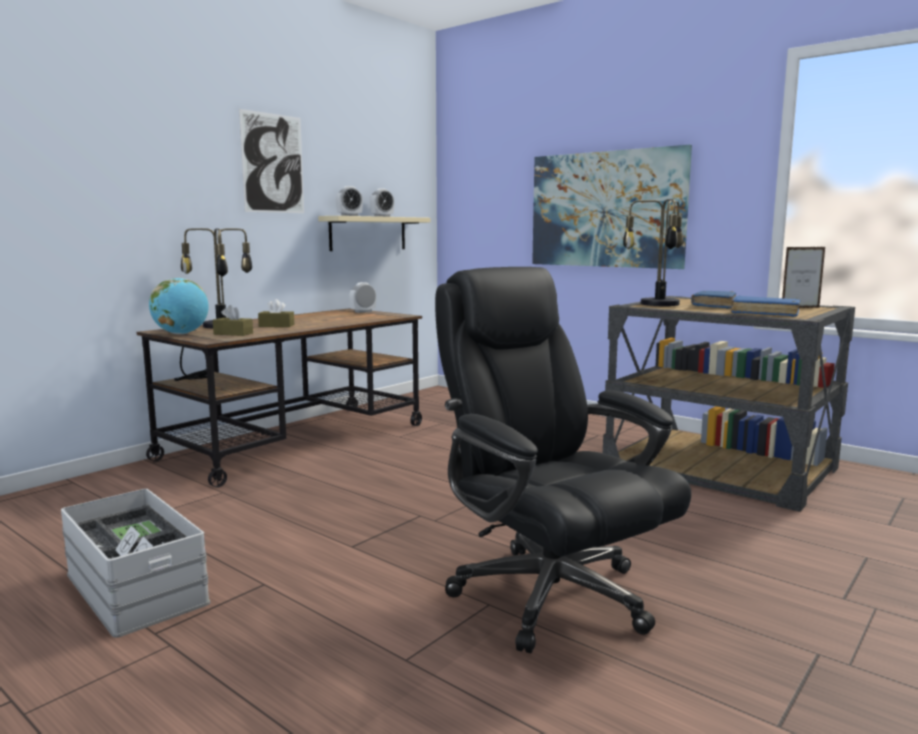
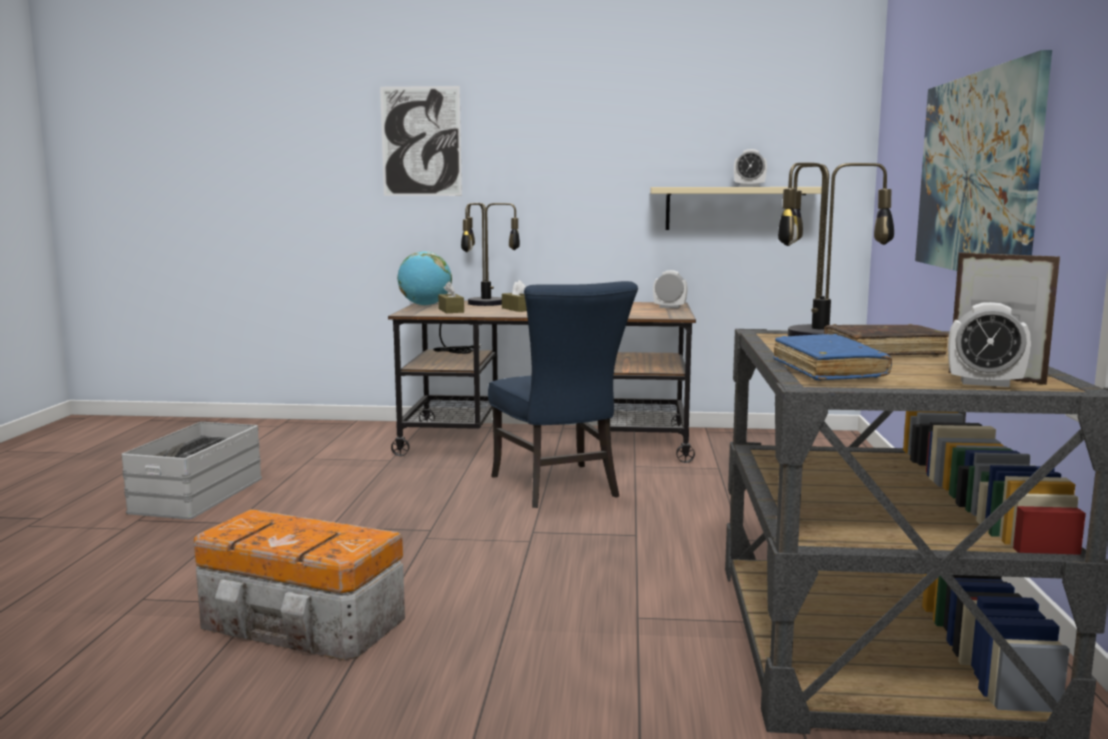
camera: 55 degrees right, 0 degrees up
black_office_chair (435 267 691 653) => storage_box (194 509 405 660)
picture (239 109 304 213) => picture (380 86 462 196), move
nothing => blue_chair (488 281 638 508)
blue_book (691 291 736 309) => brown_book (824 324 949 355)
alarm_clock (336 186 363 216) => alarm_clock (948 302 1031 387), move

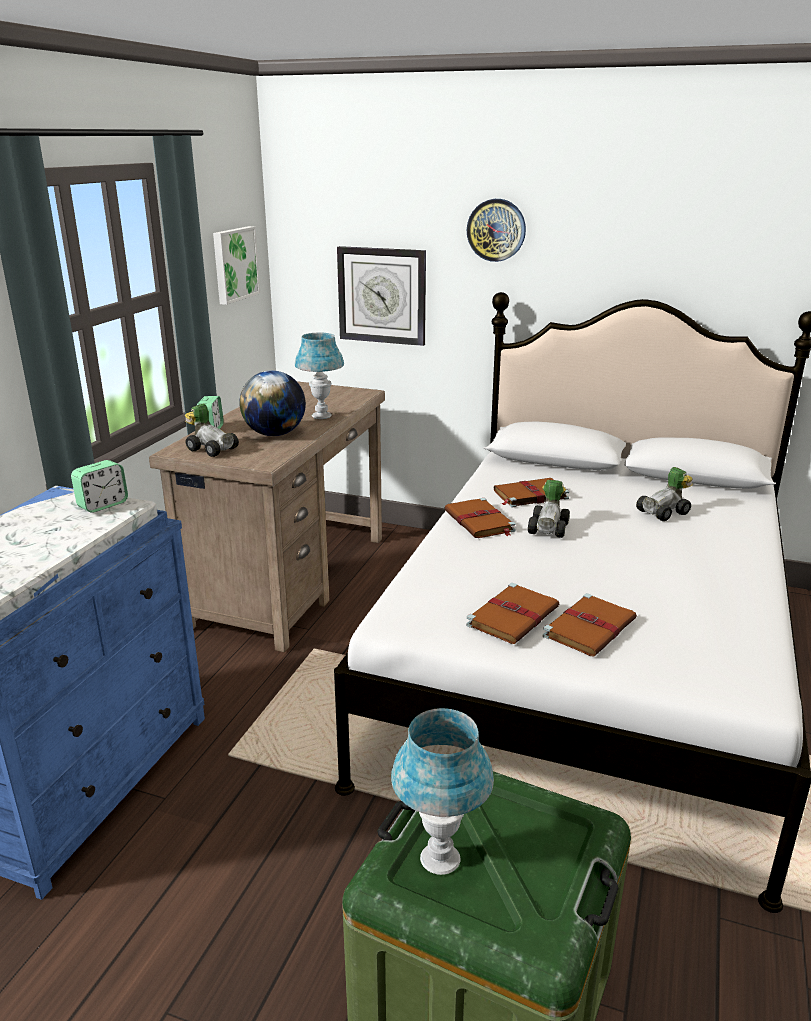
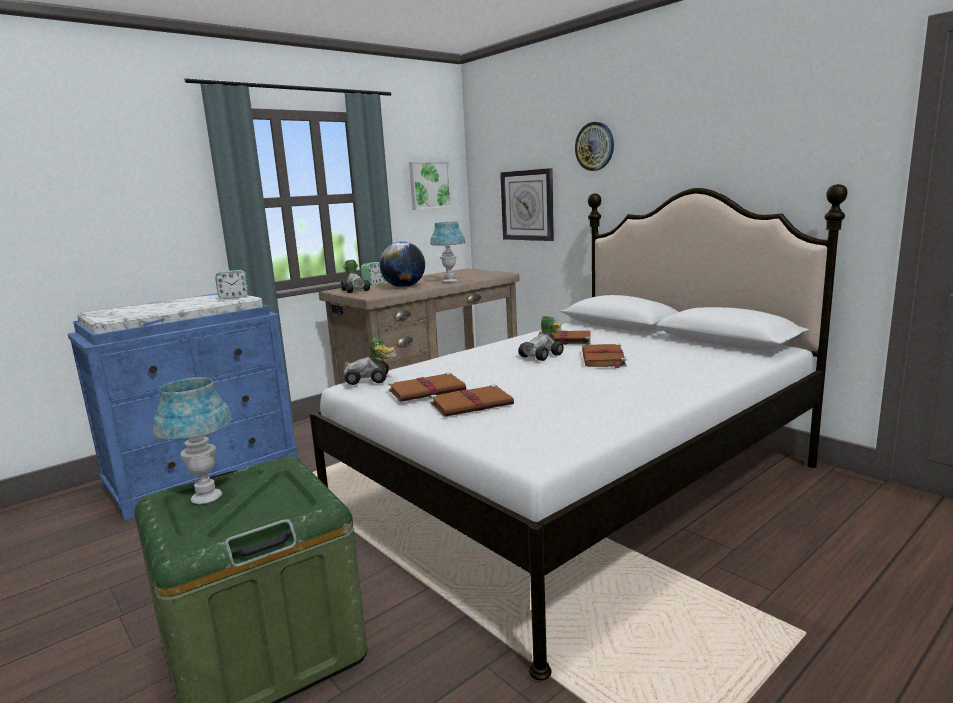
camera: 30 degrees right, 10 degrees down
toy_car (636 467 693 521) => toy_car (343 337 396 385), move
brown_book (444 498 516 538) => brown_book (582 344 627 368), move

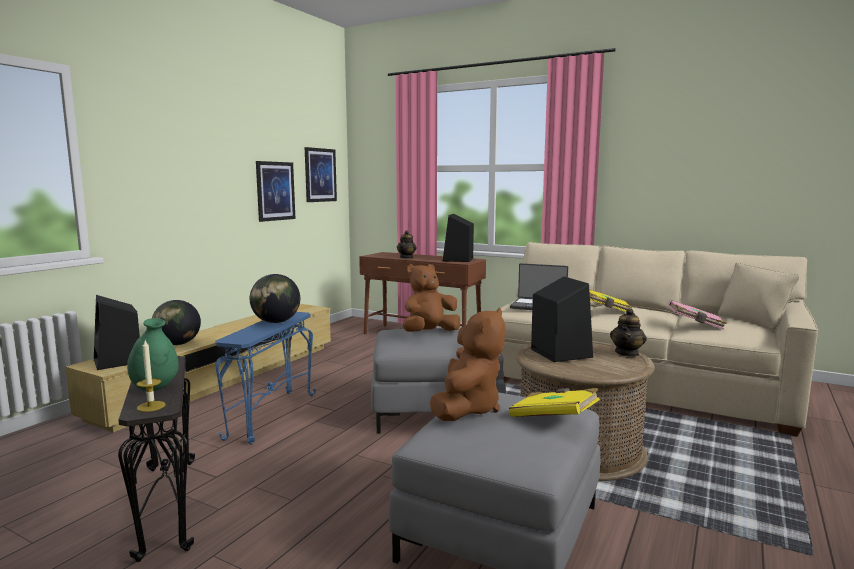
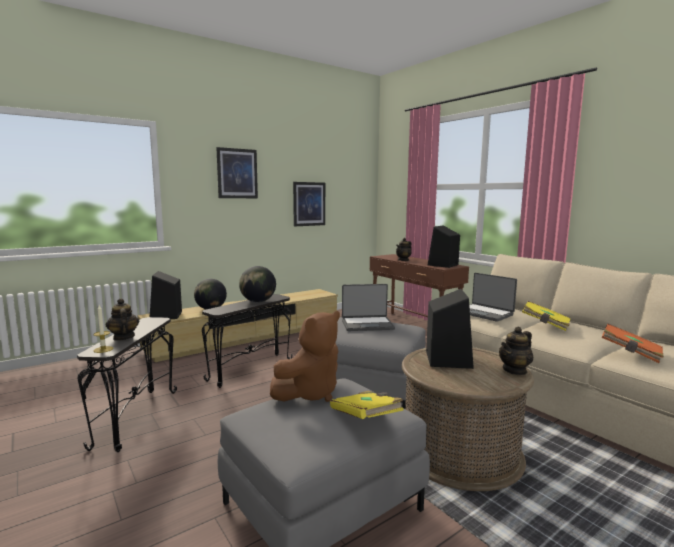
camera: 25 degrees right, 0 degrees up
green_vase (127 318 179 391) => teapot (105 298 139 341)
blue_side_table (215 312 316 445) => black_side_table (202 294 293 388)
picture (305 147 337 202) => picture (216 147 258 198), move
brown_plush_toy (403 264 460 332) => laptop (342 284 395 331)
pink_book (668 300 727 330) => orange_book (601 324 664 363)

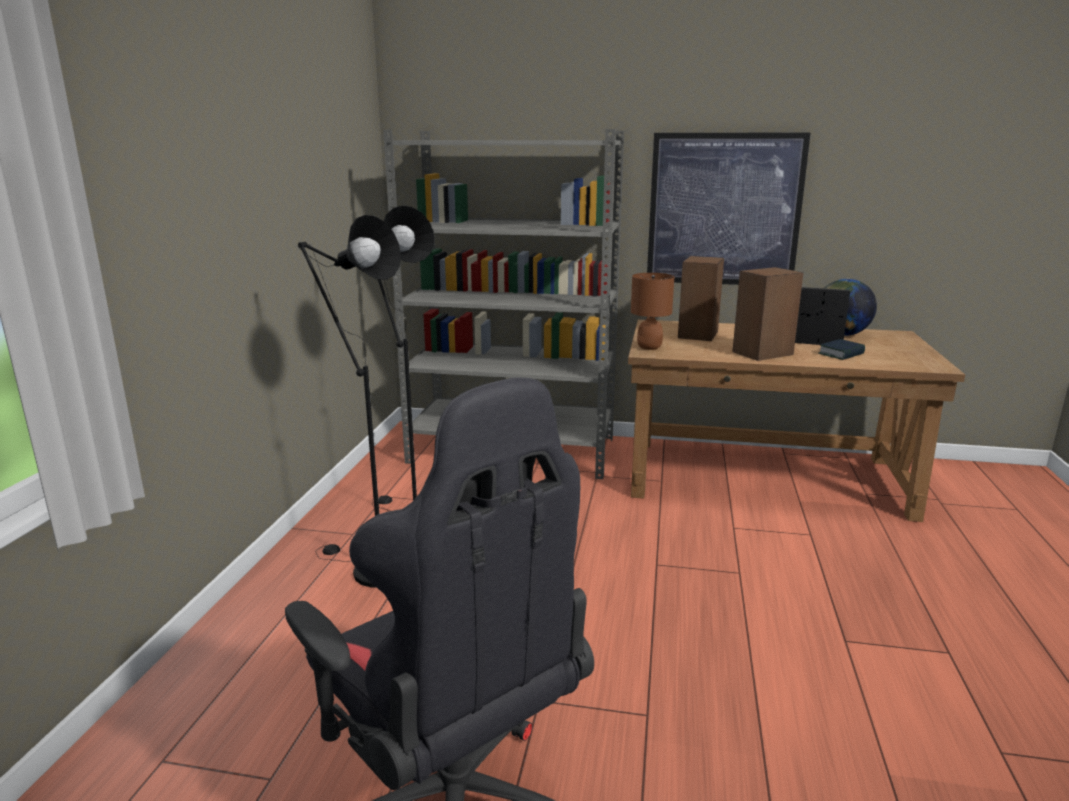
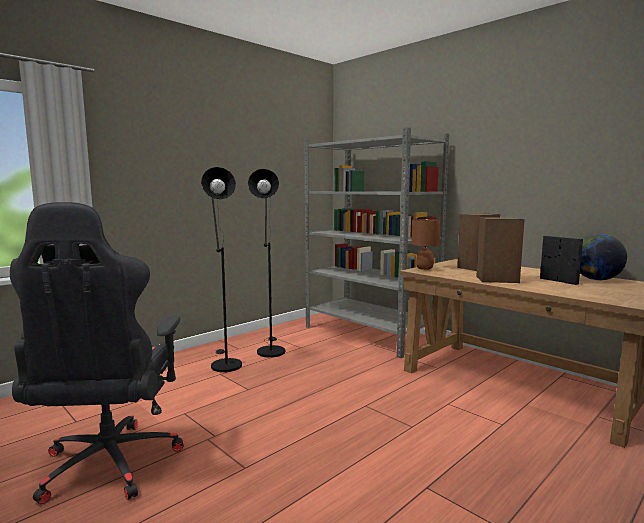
camera: 35 degrees right, 10 degrees down
picture (647 132 811 285) => nothing
book (818 339 865 360) => nothing

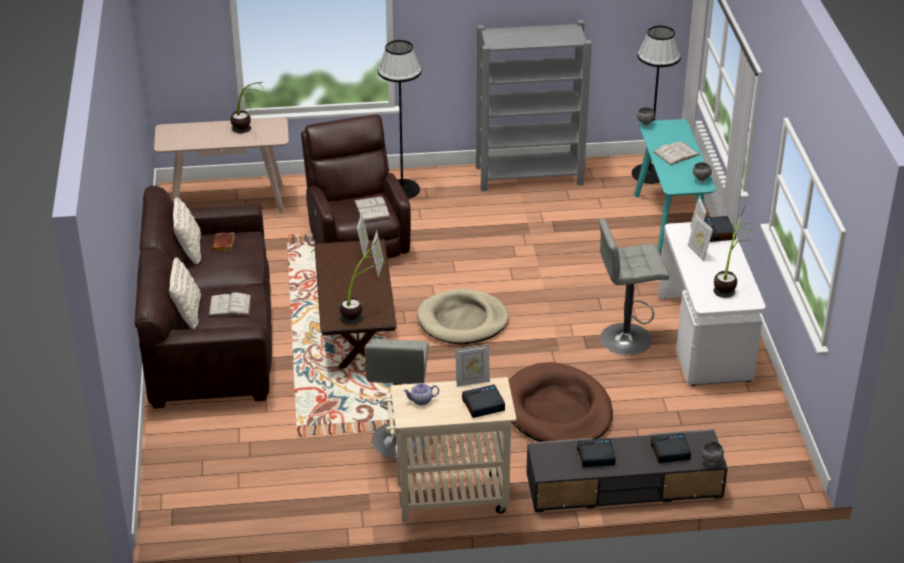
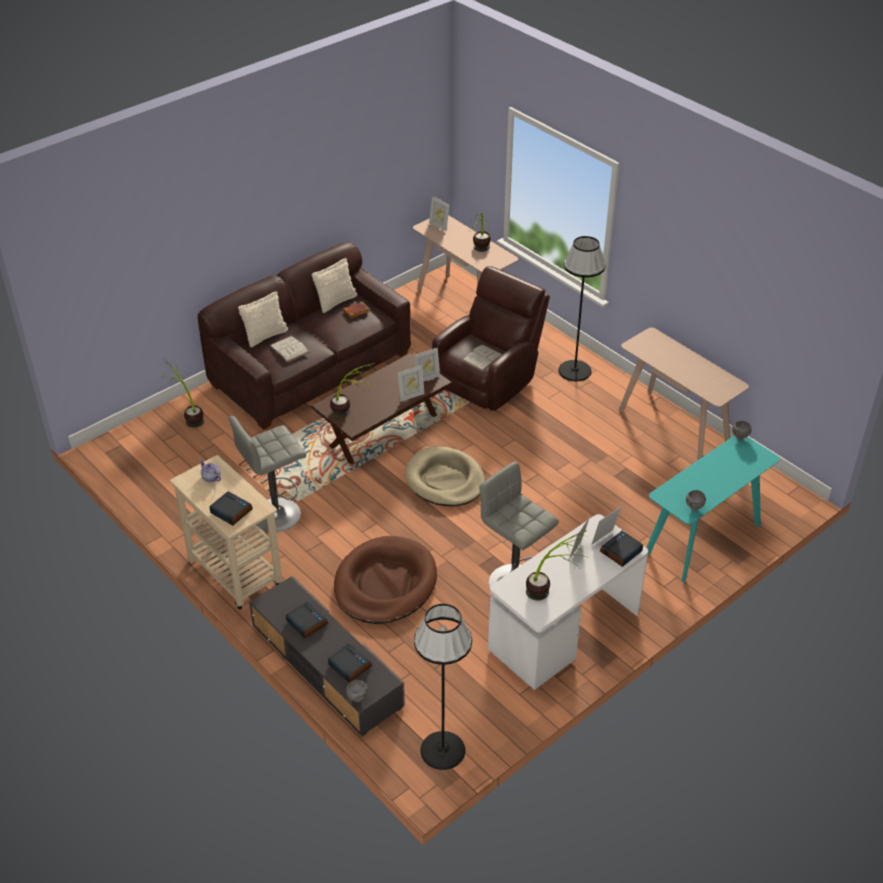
camera: 55 degrees right, 5 degrees up
nothing => potted_plant (161 358 204 428)
black_floor_lamp (632 26 681 184) => black_floor_lamp (414 604 472 770), move
picture_frame (455 344 490 387) => picture_frame (429 196 450 231), move
grey_bookcase (476 20 592 191) => beige_console_table (618 328 749 461)
white_book (653 141 699 165) => nothing

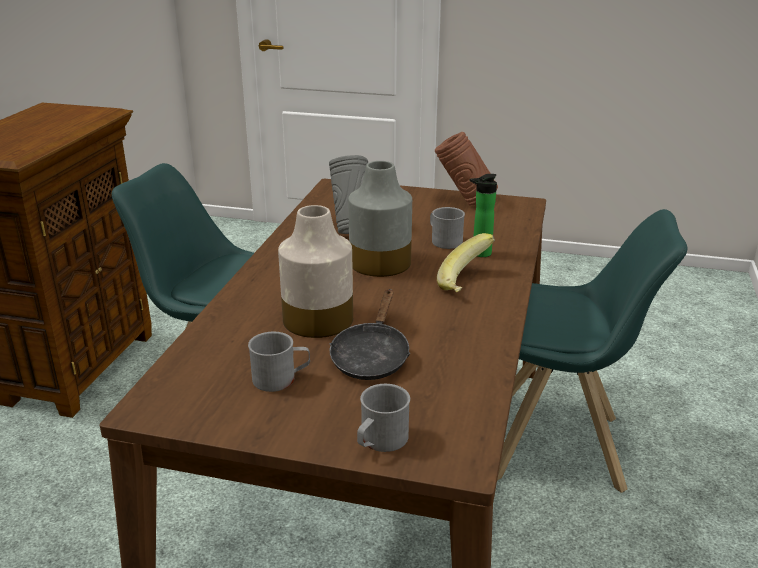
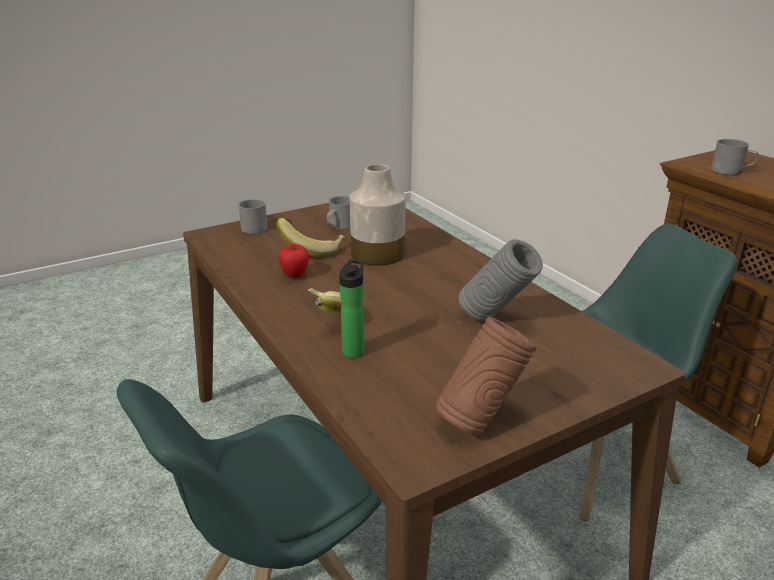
camera: 135 degrees right, 0 degrees up
black_frying_pan (329 289 410 380) => banana (276 218 345 257)
nothing => apple (278 244 309 278)
grey_mug (430 207 465 249) => grey_mug (711 139 758 175), move
grey_vase (348 161 412 277) => nothing

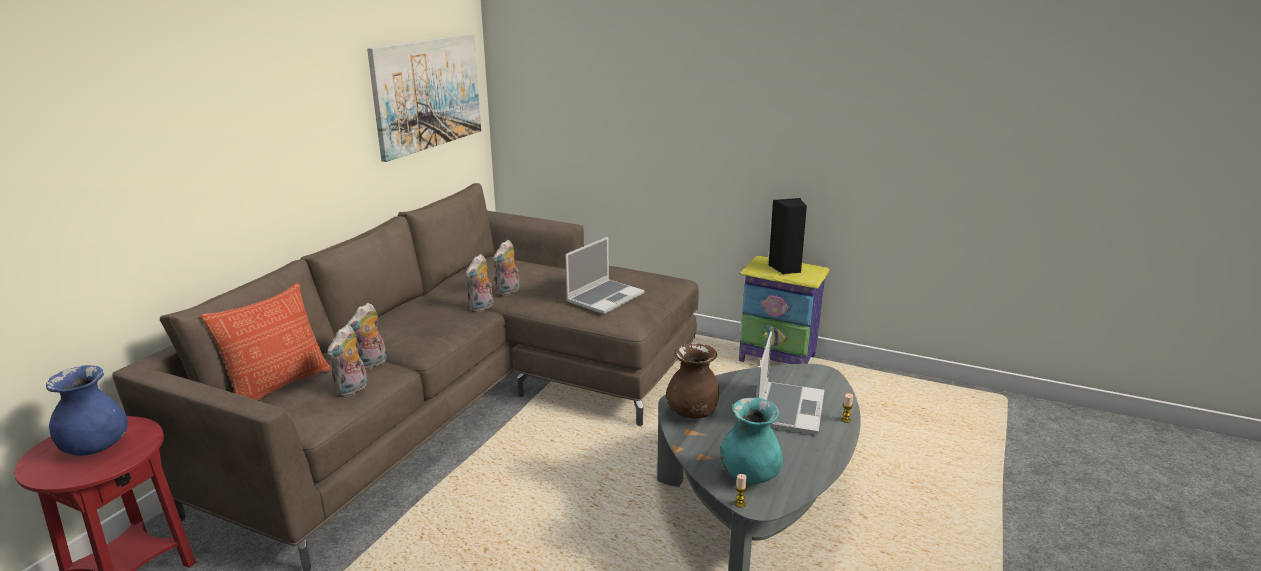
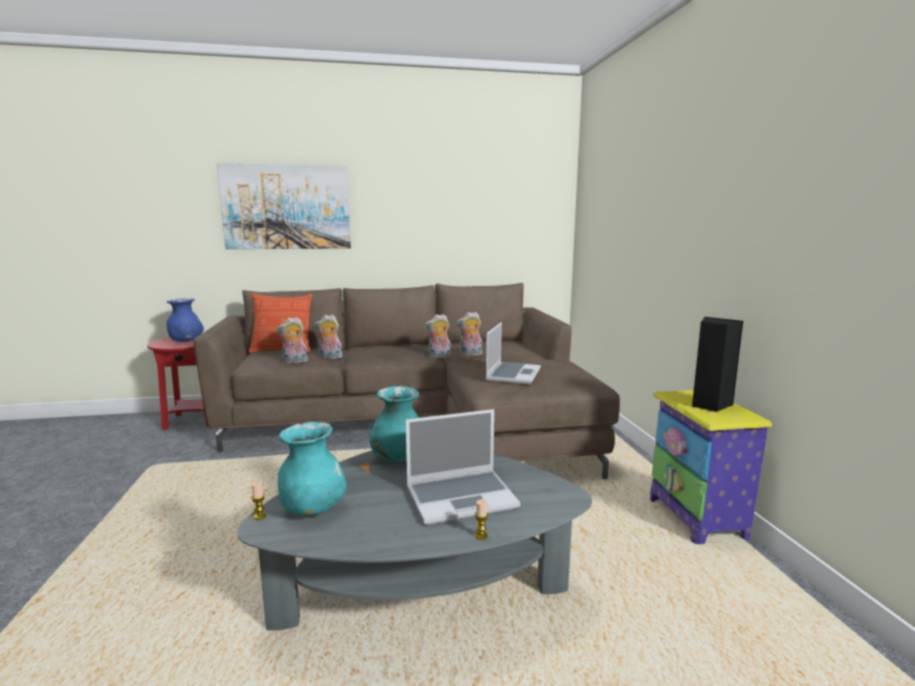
camera: 55 degrees right, 10 degrees down
picture (367 34 481 162) => picture (217 163 351 249), move
brown_vase (666 343 719 418) => turquoise_vase (369 386 419 462)
laptop (565 237 644 314) => laptop (486 322 541 385), 75 degrees counterclockwise

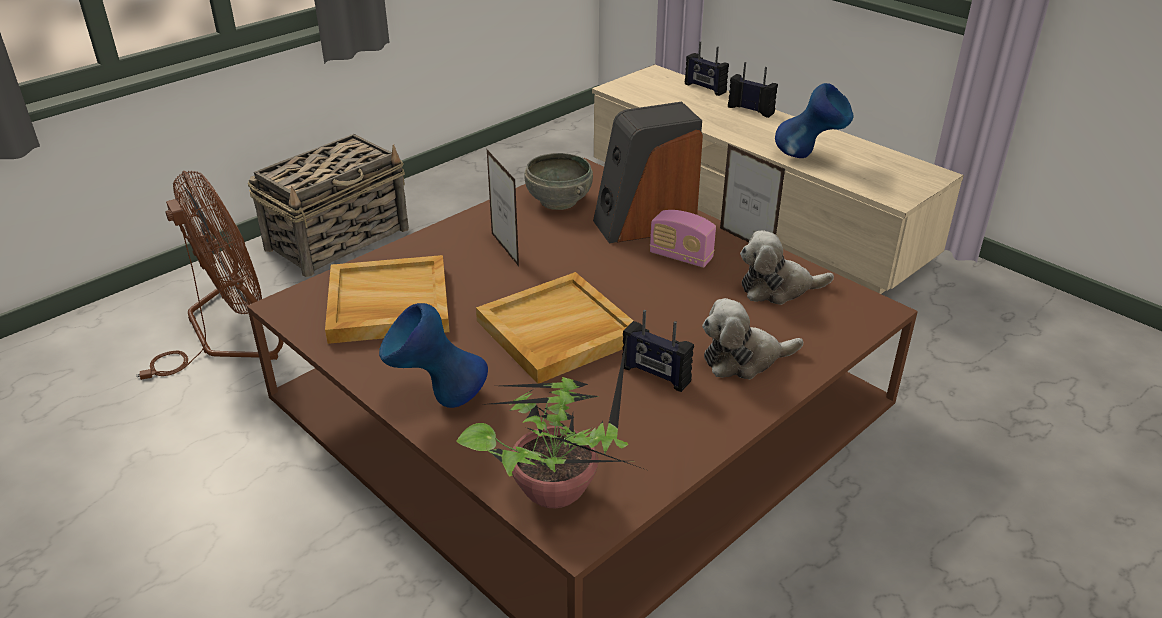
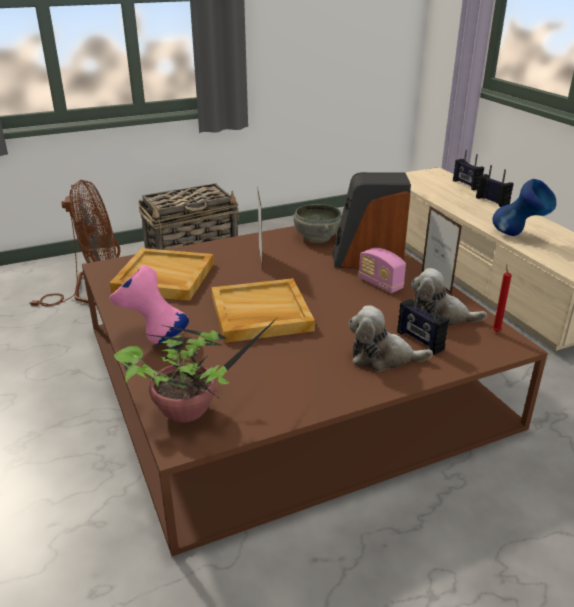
camera: 20 degrees right, 5 degrees down
blue_vase (379 303 488 408) => pink_vase (109 265 189 344)
radio (622 310 694 392) => radio (397 289 449 355), move
nothing => red_candle (492 264 512 332)

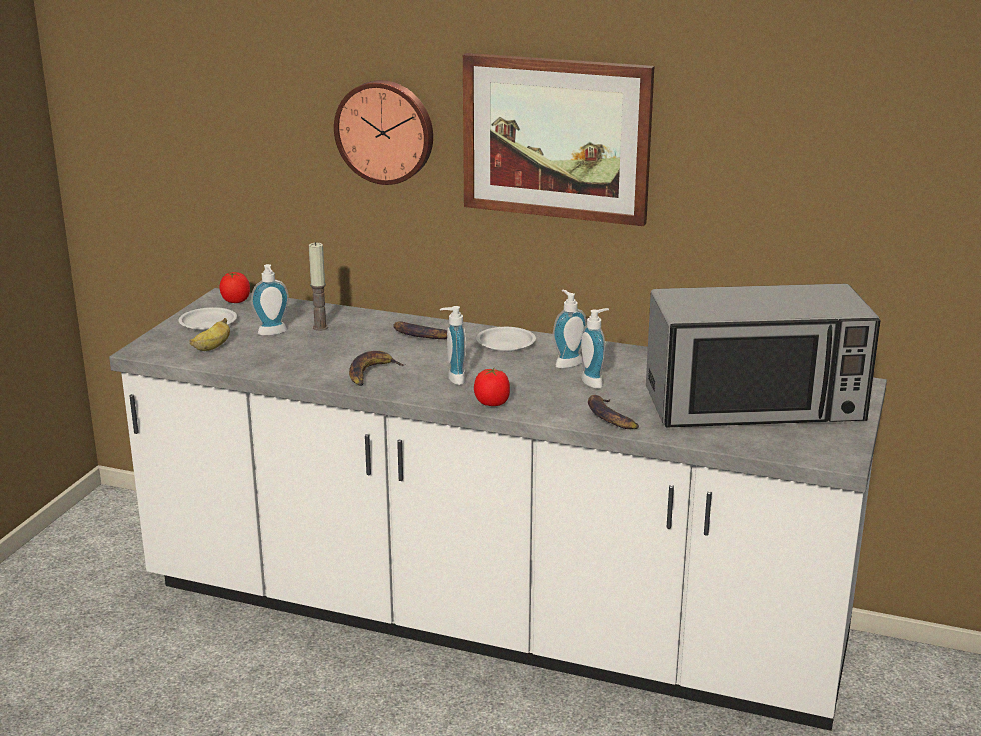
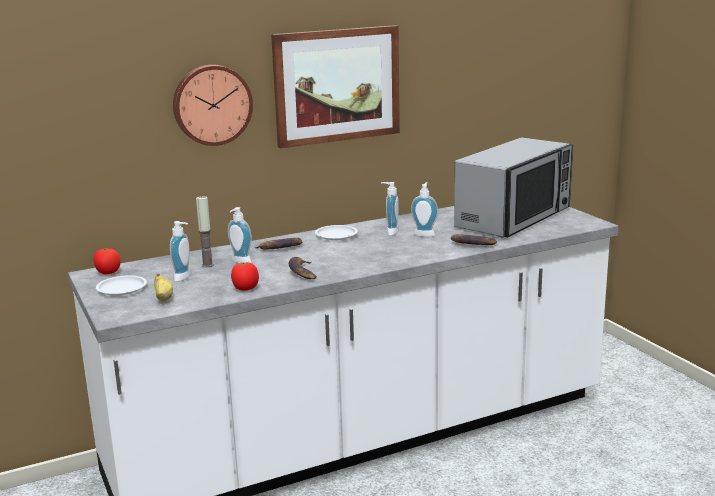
camera: 45 degrees left, 5 degrees down
soap_dispenser (440 306 466 385) => soap_dispenser (228 207 252 264), move
tomato (474 367 510 406) => tomato (231 262 259 291), move

